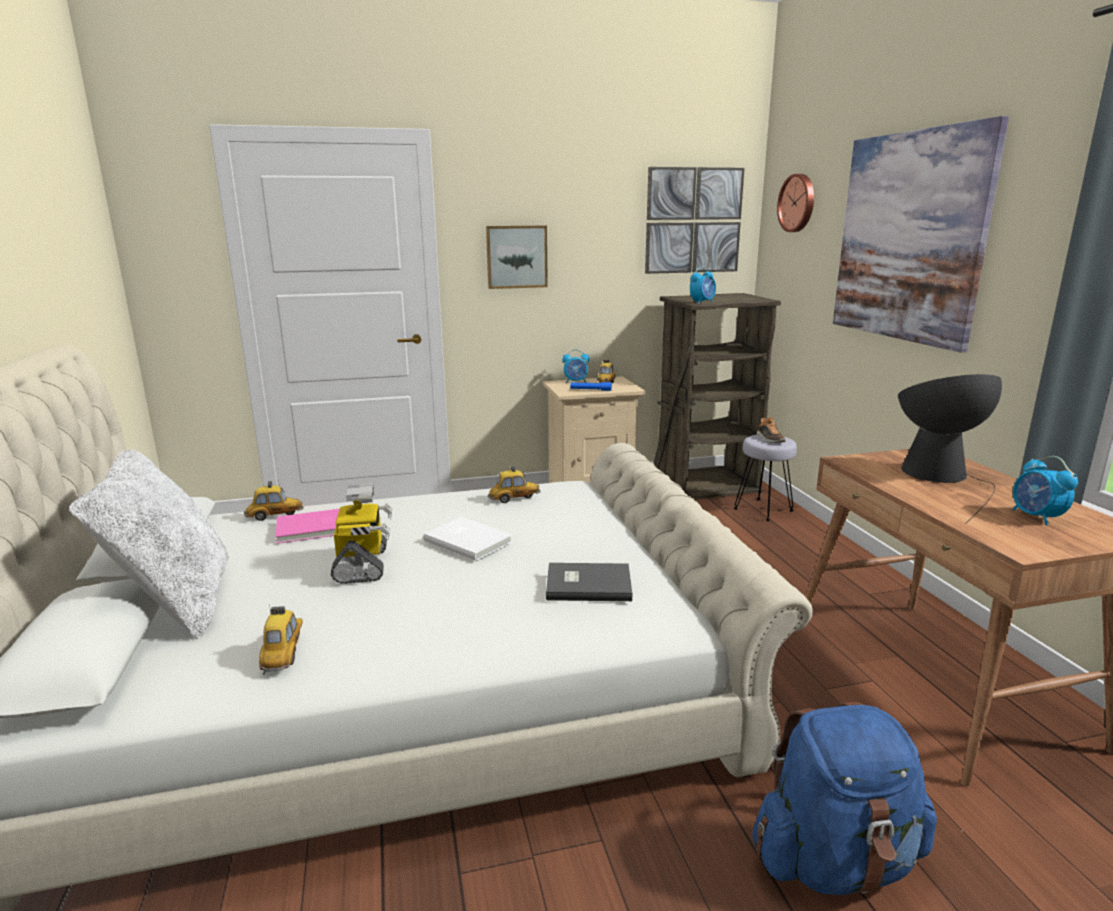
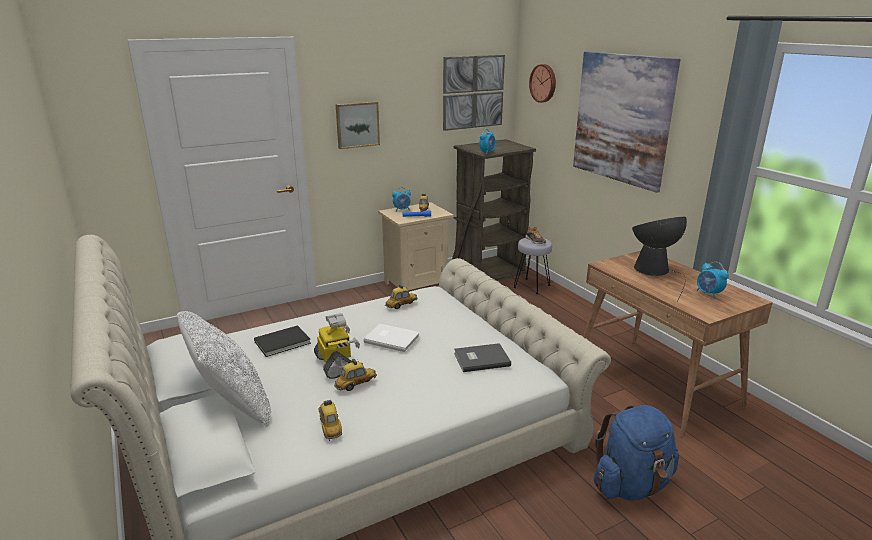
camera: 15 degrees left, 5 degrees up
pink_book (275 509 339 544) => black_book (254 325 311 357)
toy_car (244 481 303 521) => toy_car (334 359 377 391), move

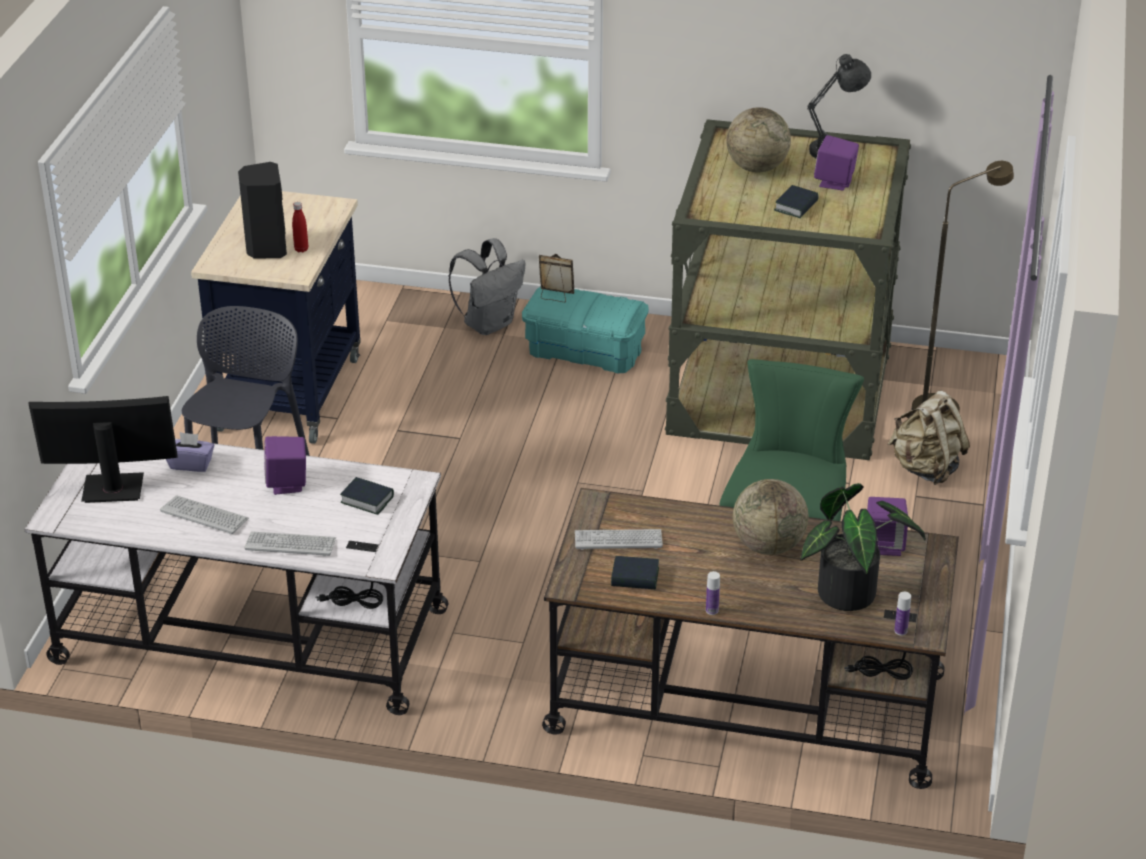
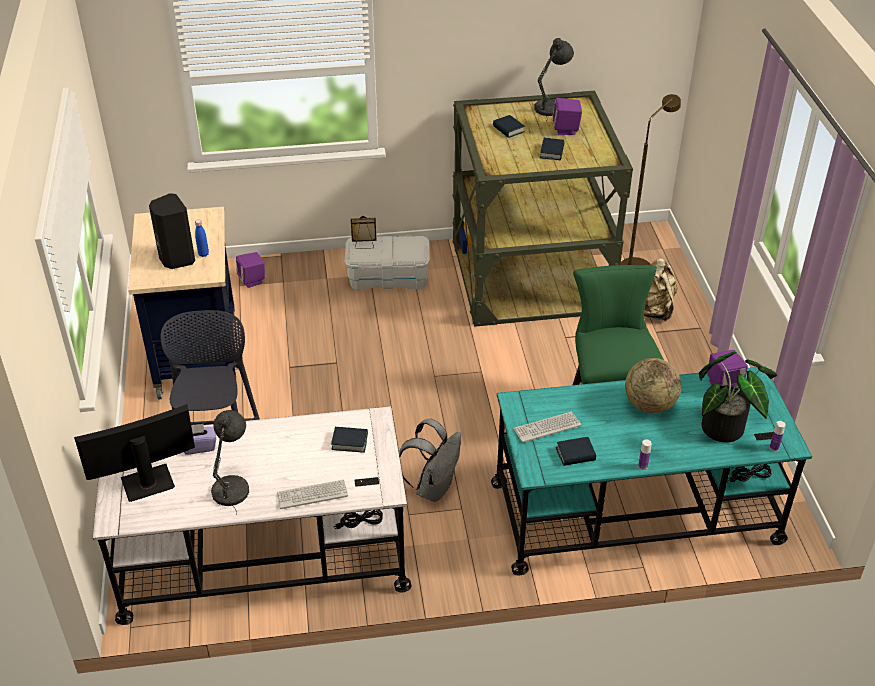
camera: 20 degrees left, 5 degrees up
red_bottle (292 202 308 253) => blue_bottle (195 220 209 257)
keyboard (160 495 249 534) => grey_table_lamp (211 410 249 516)
purple_speaker (264 436 306 495) => purple_speaker (236 252 265 288), move
turquoise_storage_box (522 287 649 373) => white_storage_box (345 235 430 290)
grey_backpack (448 238 526 335) => grey_backpack (399 419 461 502), move
brown_desk (542 488 959 789) => turquoise_desk (491 366 812 575)
globe (726 107 791 172) => book (493 115 525 138)

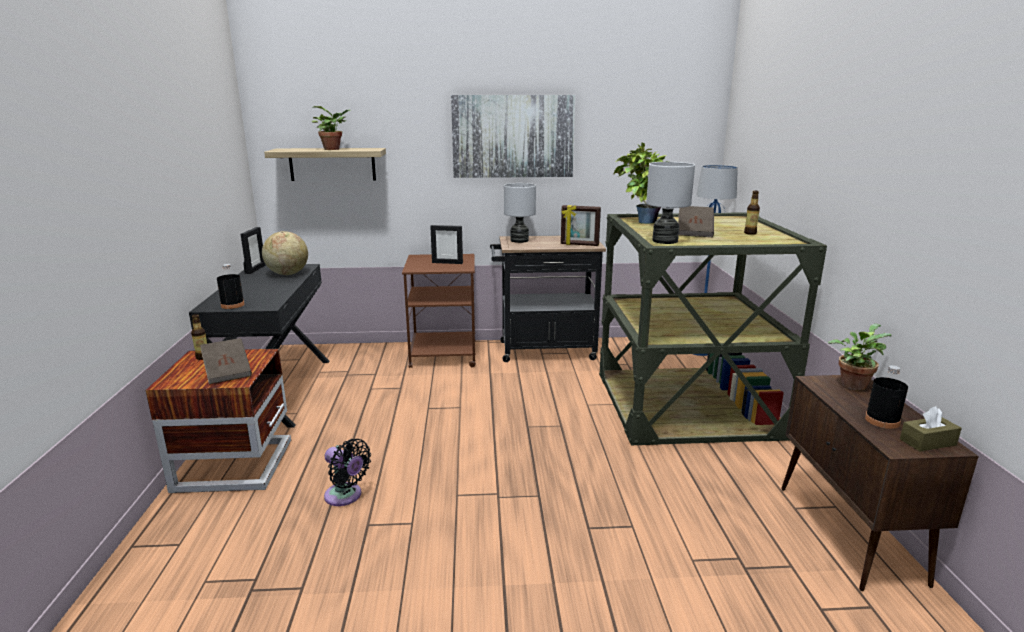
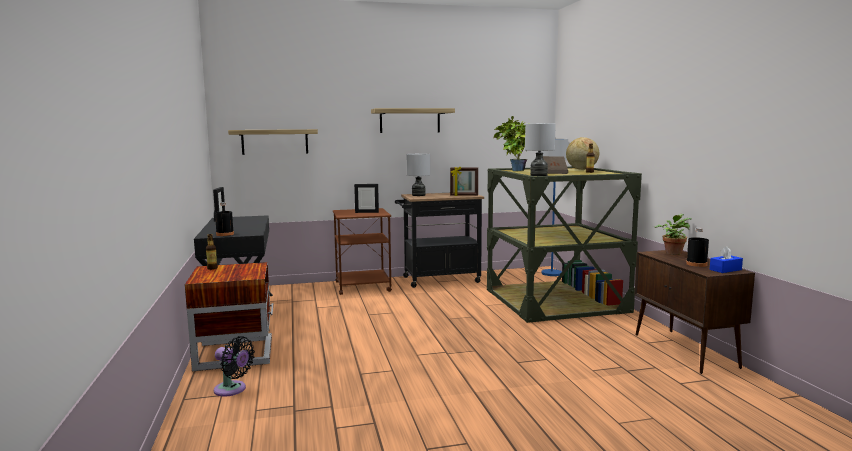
camera: 10 degrees left, 10 degrees down
black_fan (324 439 371 506) => black_fan (214 336 255 397), move
picture (451 95 575 178) => shelf (371 108 455 133)
globe (262 231 308 275) => globe (566 137 599 170), move
brown_tissue_box (900 406 962 451) => blue_tissue_box (710 246 743 273)
brown_book (200 338 252 384) => nothing
potted_plant (312 106 350 150) => nothing

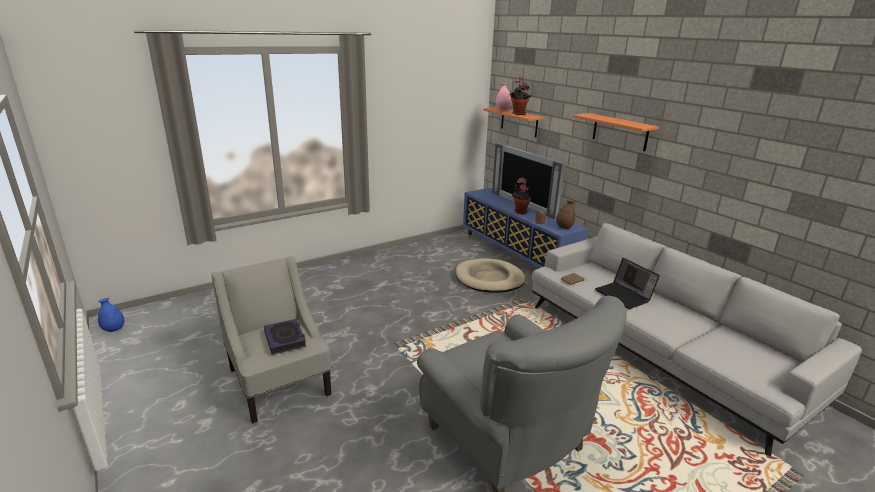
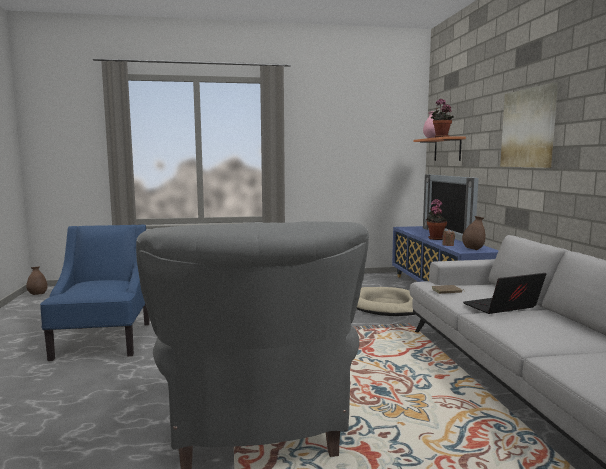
camera: 25 degrees right, 15 degrees down
blue_vase (98 298 124 332) => brown_vase (26 266 48 295)
grey_armchair (211 256 332 424) => blue_armchair (40 225 150 361)
laptop (595 258 660 309) => laptop (463 273 546 314), 75 degrees clockwise
orange_shelf (573 113 659 151) => picture (500 82 558 168)
book (264 319 306 355) => nothing

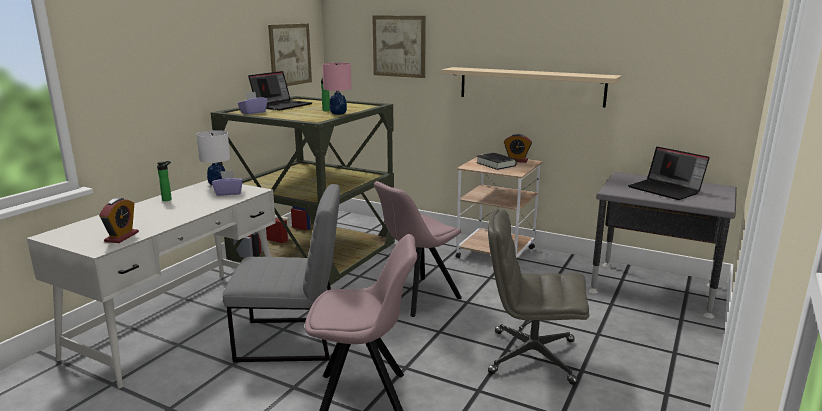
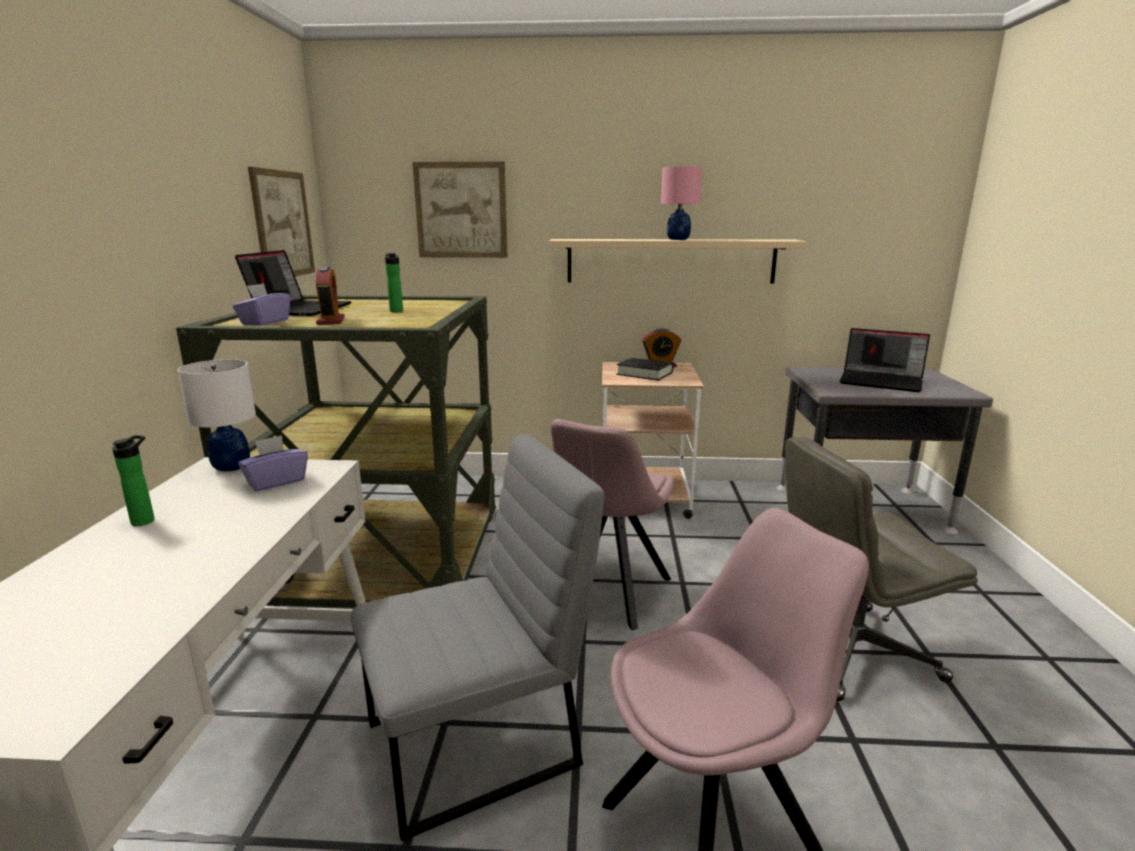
camera: 25 degrees left, 0 degrees up
alarm_clock (99 198 139 243) => alarm_clock (316 266 345 325), move
pink_table_lamp (322 62 352 115) => pink_table_lamp (661 166 702 240), move

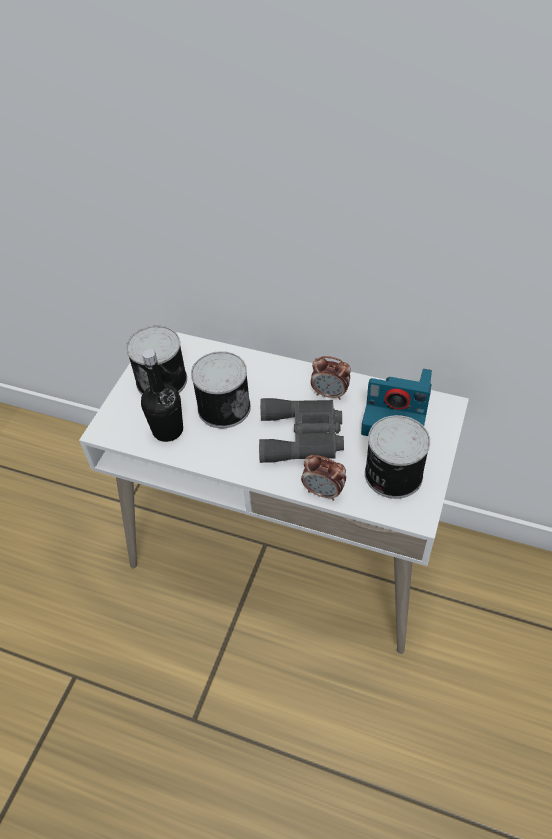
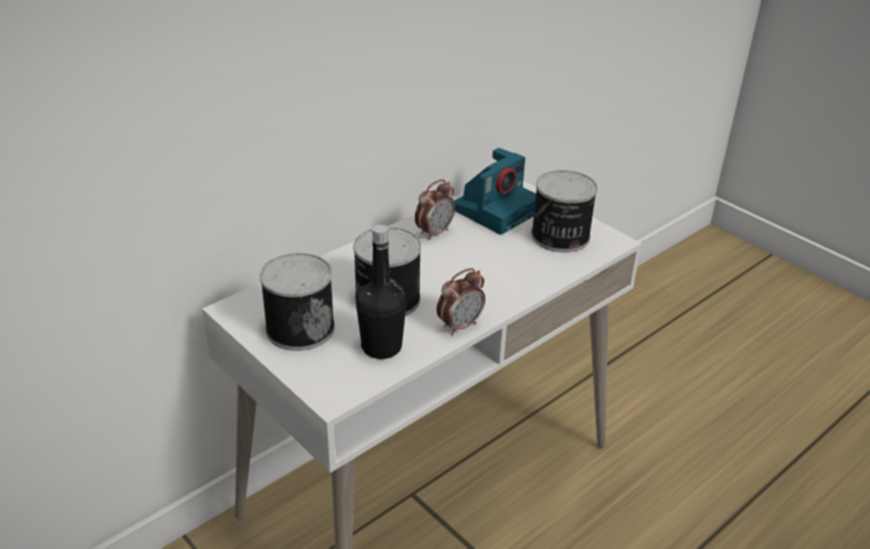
camera: 65 degrees left, 15 degrees down
alarm_clock (301 455 346 501) => alarm_clock (437 268 485 335), move
grey_binoculars (259 398 344 463) => nothing

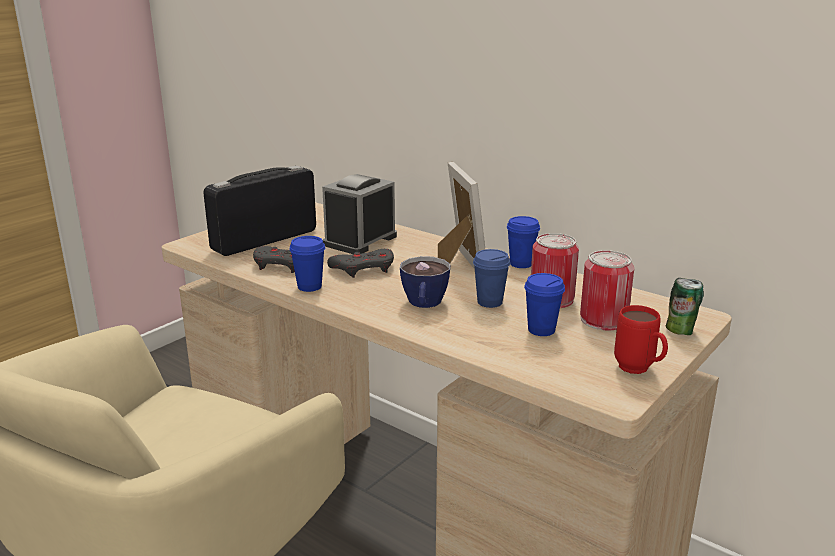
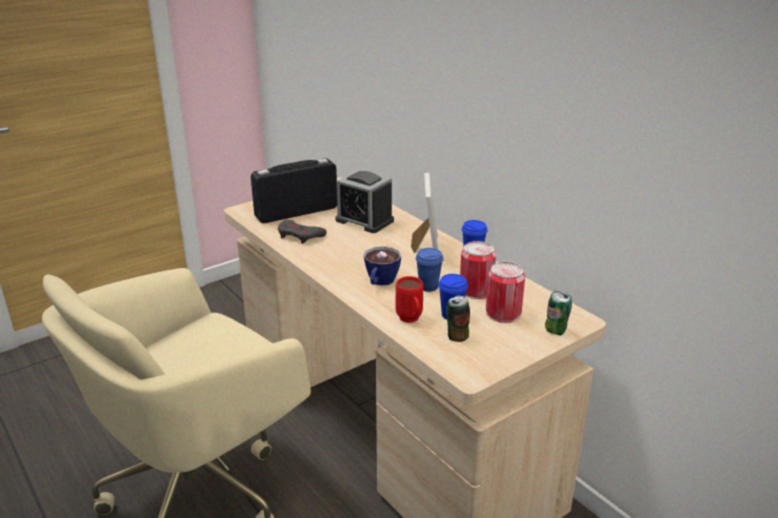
camera: 15 degrees right, 5 degrees up
alarm_clock (322 174 397 254) => alarm_clock (336 170 394 233), 105 degrees counterclockwise
red_mug (614 305 668 374) => red_mug (396 276 423 323), move
nothing => can (446 295 470 342)
blue_cup (289 236 325 292) => nothing
grey_game_controller (327 249 394 278) => nothing

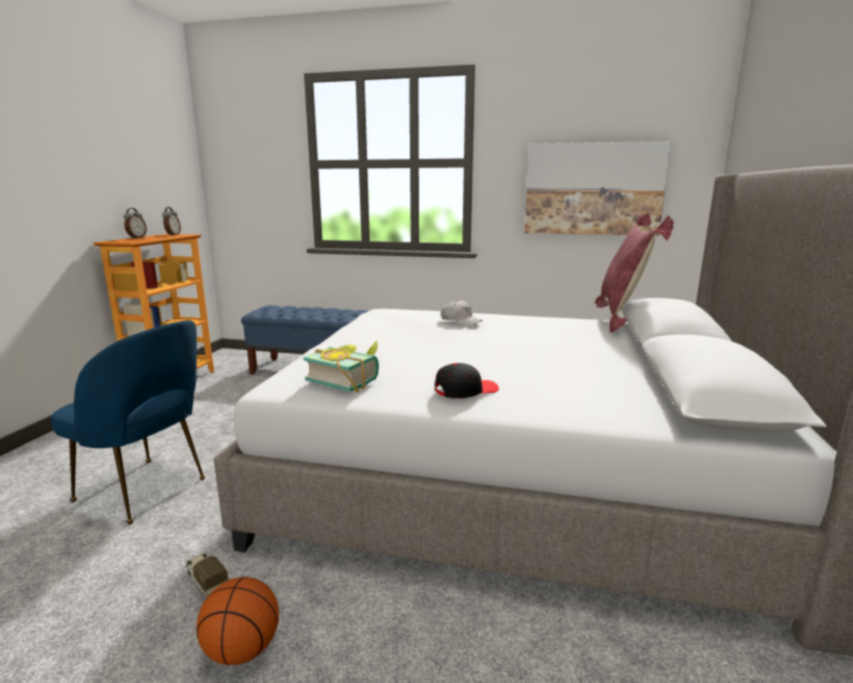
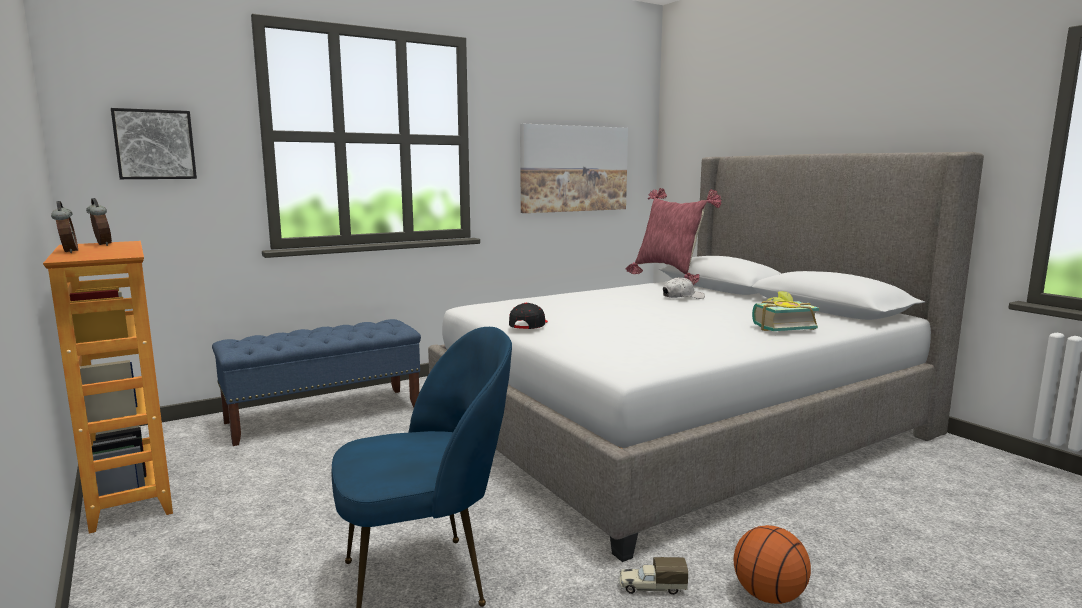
camera: 45 degrees left, 5 degrees down
nothing => picture (111 108 197 179)
black_cap (435 363 499 399) => black_cap (509 303 548 329), move
white_cap (441 300 483 326) => white_cap (663 277 705 299), move
book (303 340 379 392) => book (752 291 819 331), move

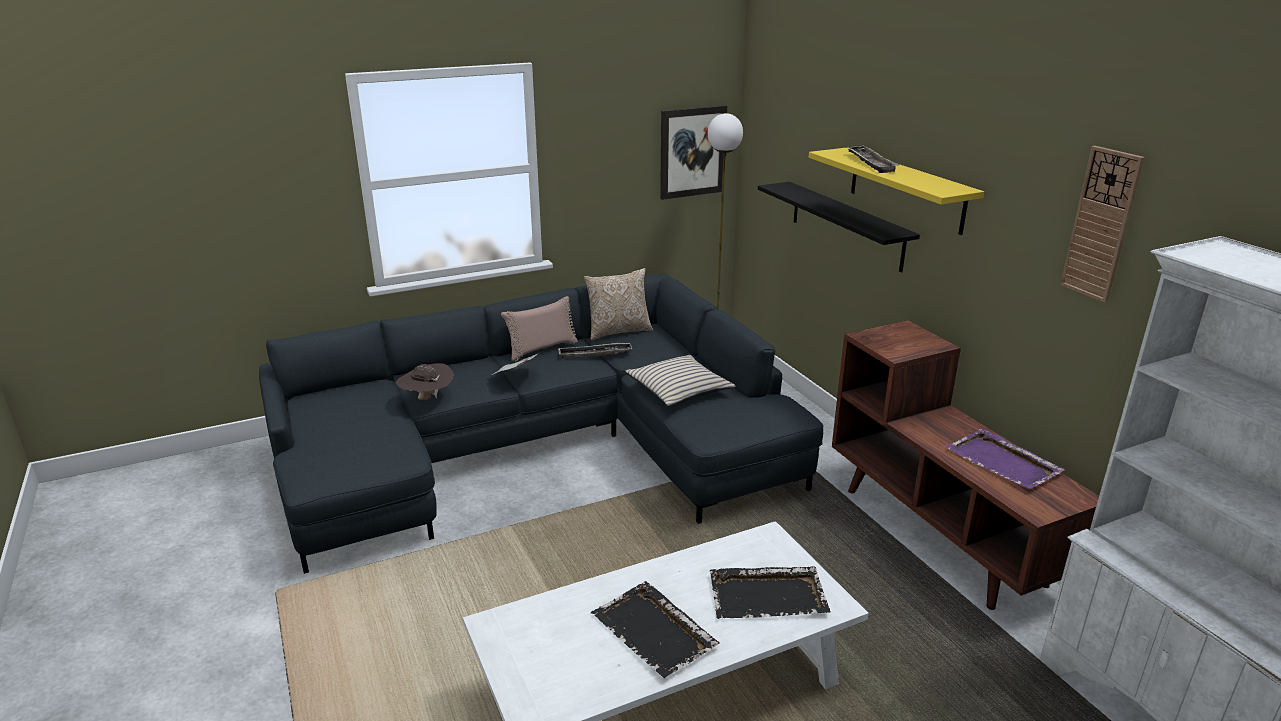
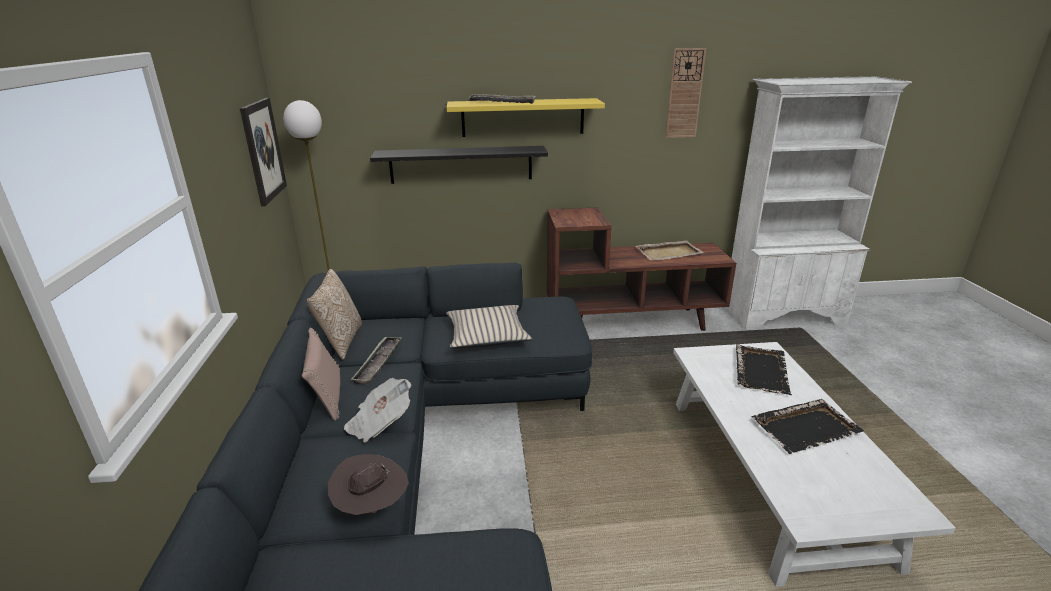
camera: 70 degrees left, 0 degrees up
purple_tray (945 429 1065 489) => beige_tray (635 240 704 261)

